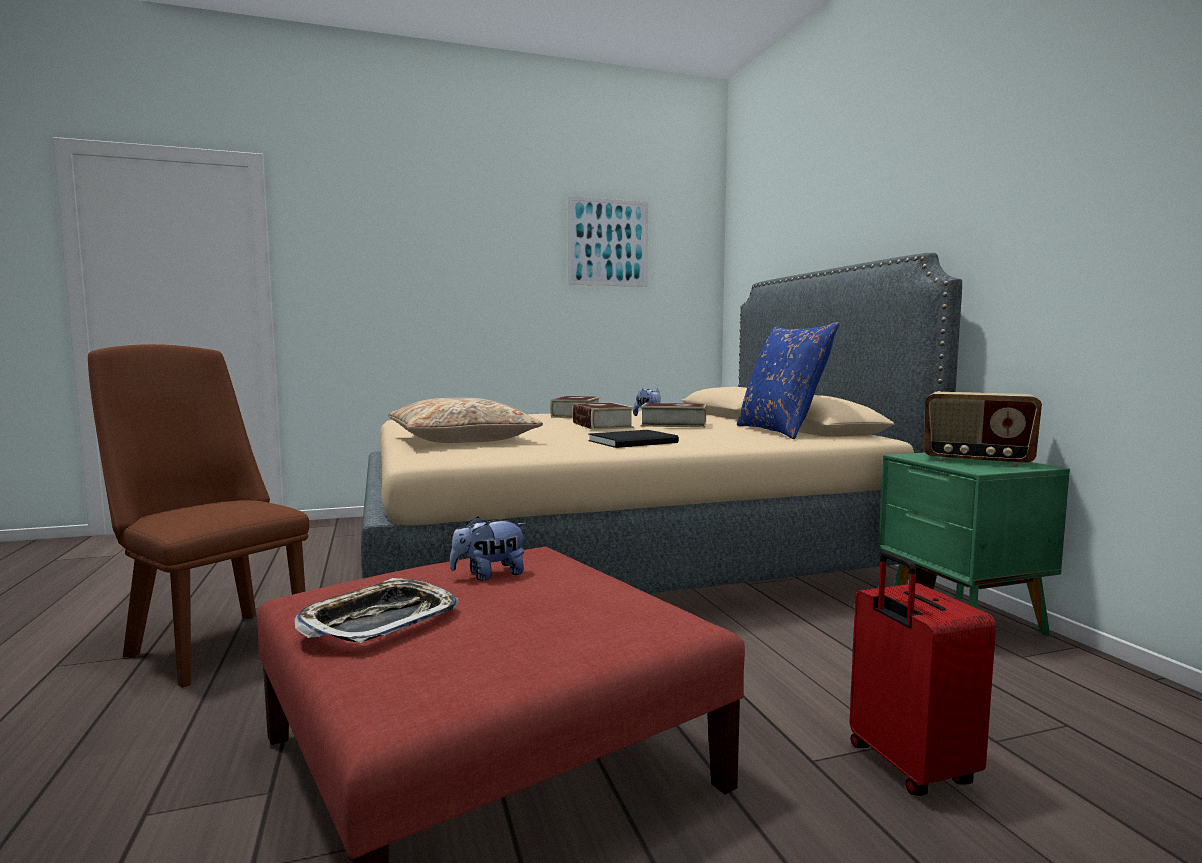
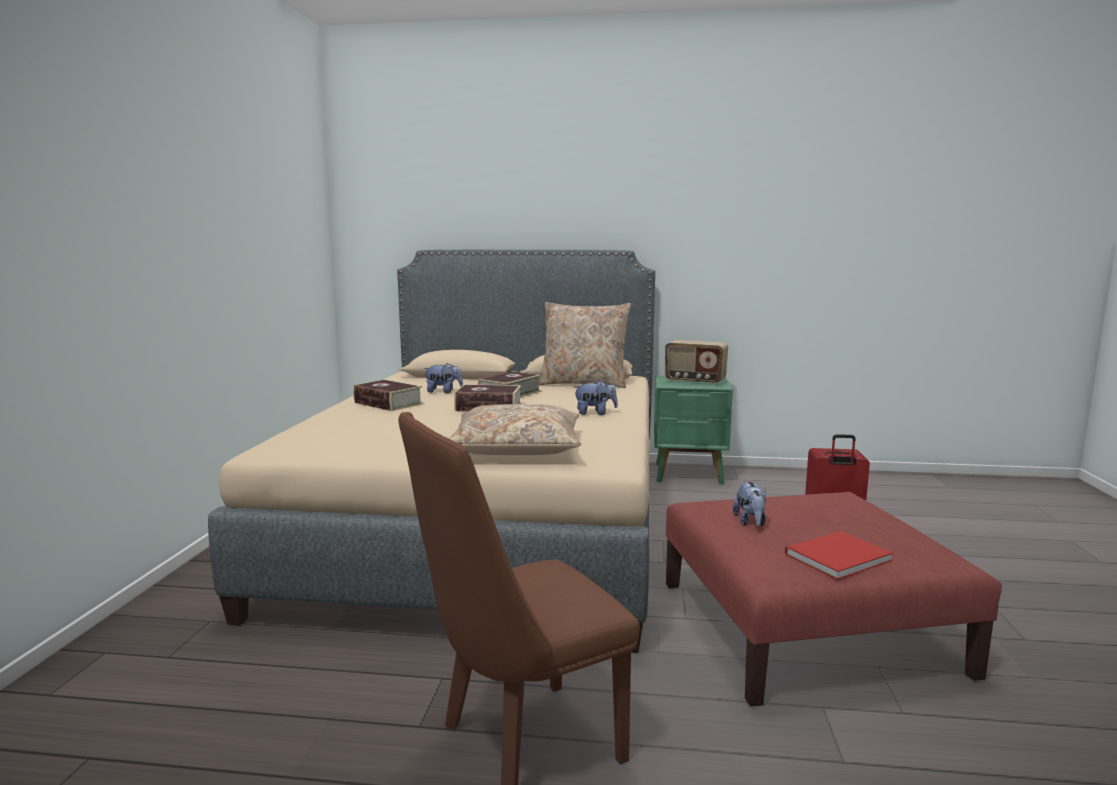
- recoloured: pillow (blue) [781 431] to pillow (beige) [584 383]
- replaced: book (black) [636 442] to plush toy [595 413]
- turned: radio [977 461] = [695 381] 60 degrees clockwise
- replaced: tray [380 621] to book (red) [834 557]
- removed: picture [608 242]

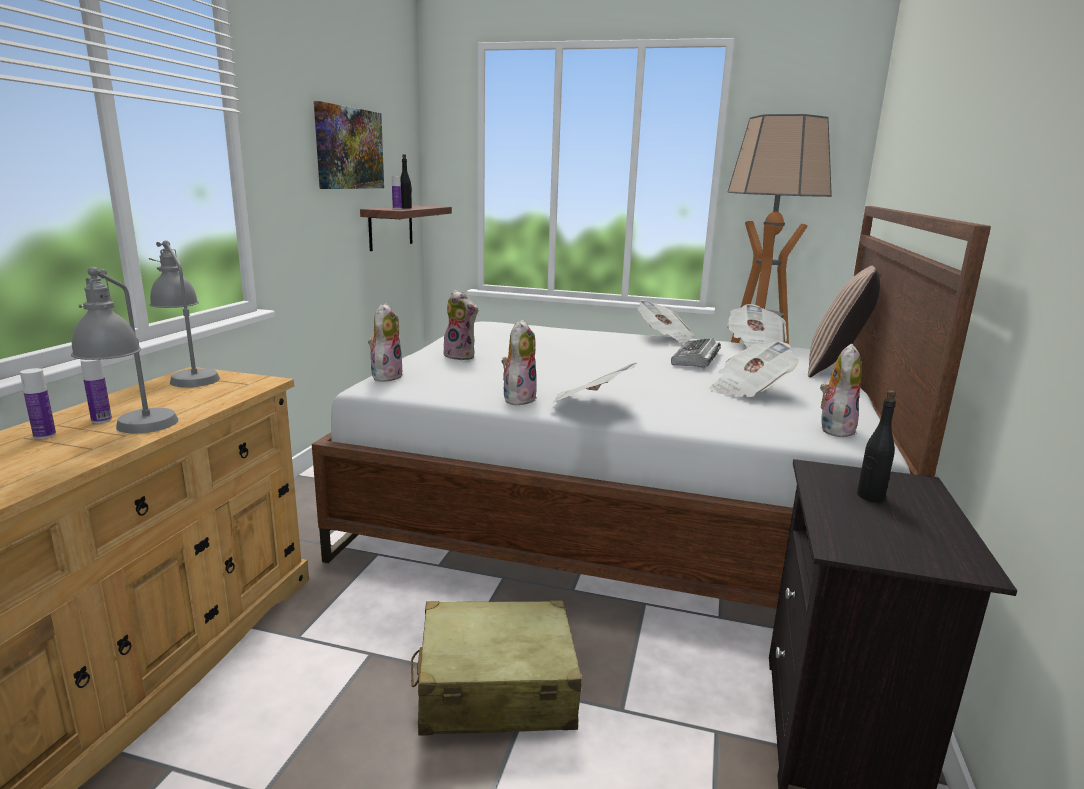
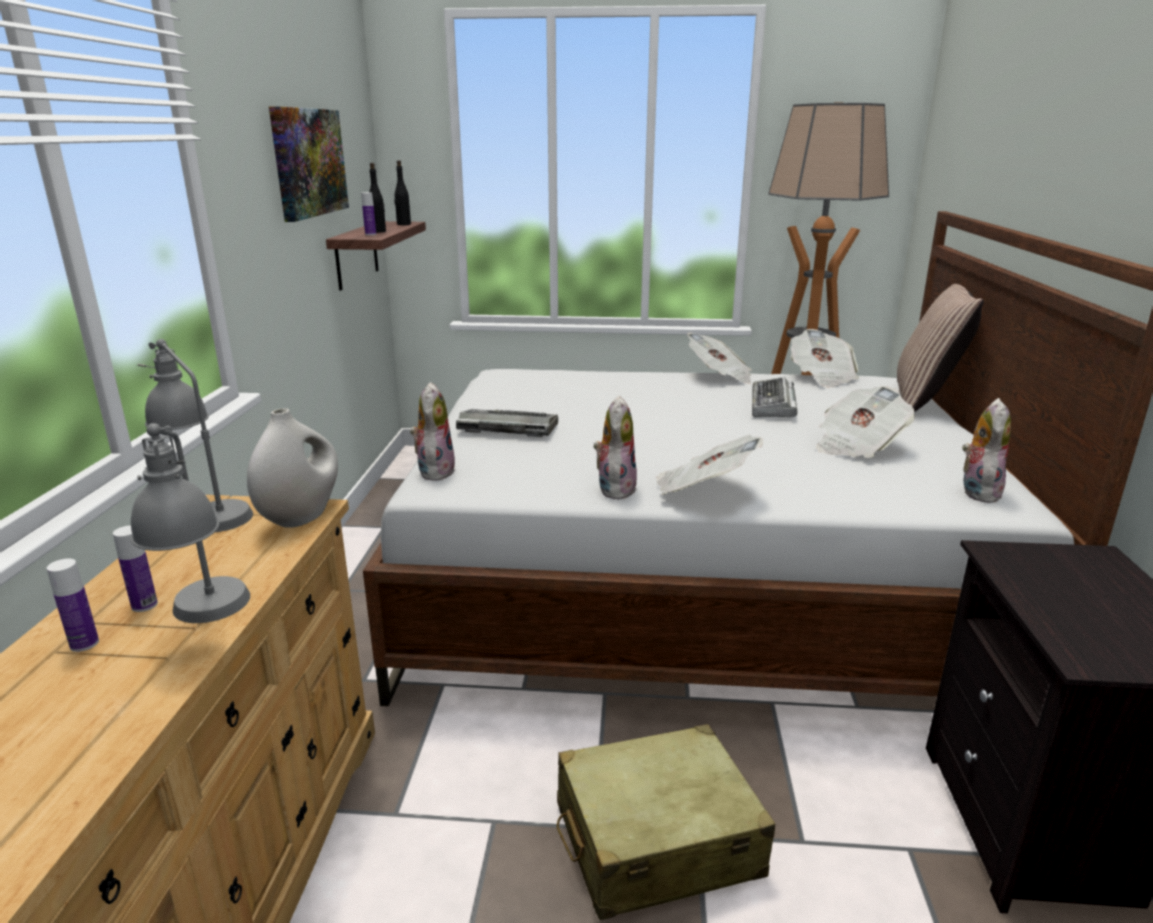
- added: vase (white) [301 516]
- moved: bottle (black) [870 496] to [403 224]
- replaced: plush toy [461 356] to keyboard [506 429]

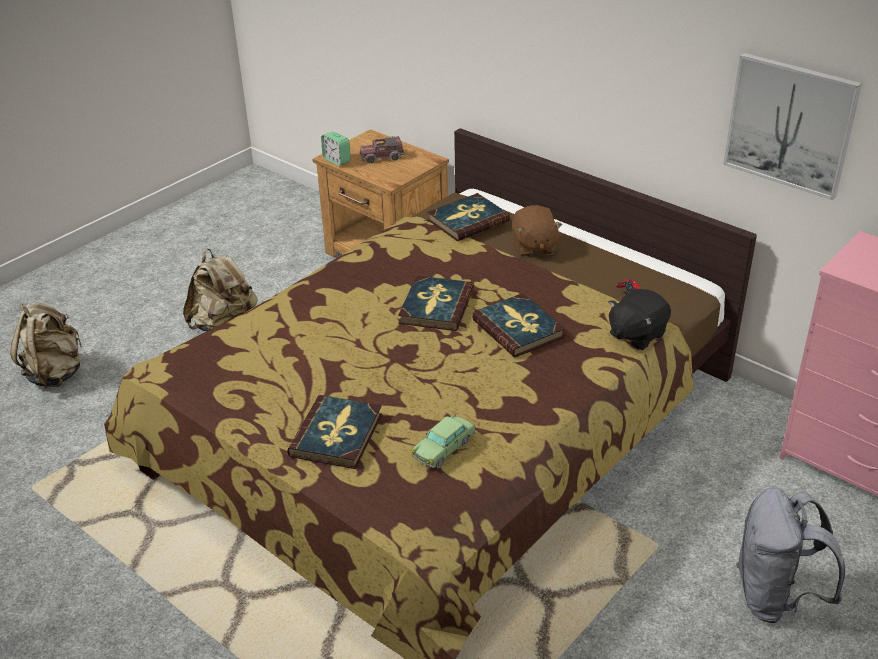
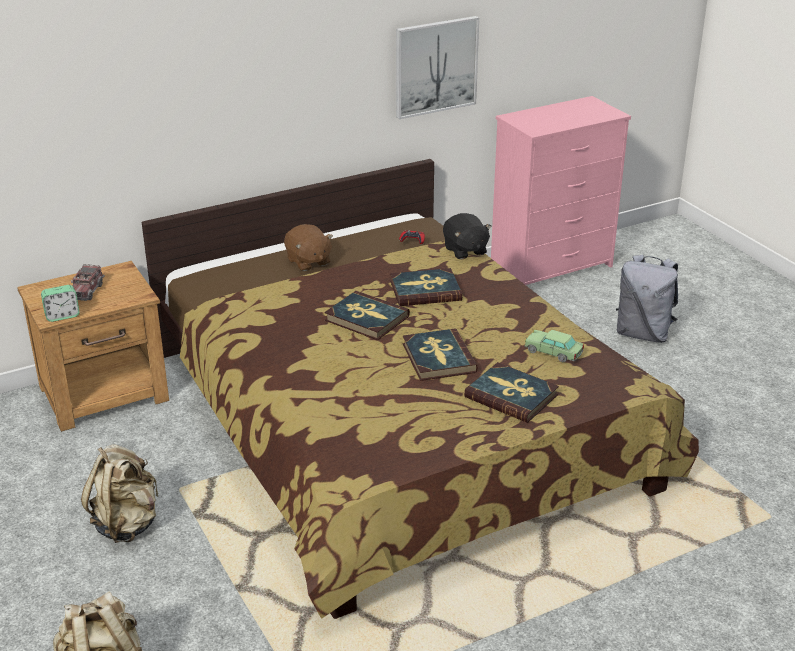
- turned: plush toy (brown) [534 247] = [308 262] 45 degrees clockwise
- moved: book [467 220] to [438 358]
- turned: toy car [444 448] = [553 352] 150 degrees clockwise

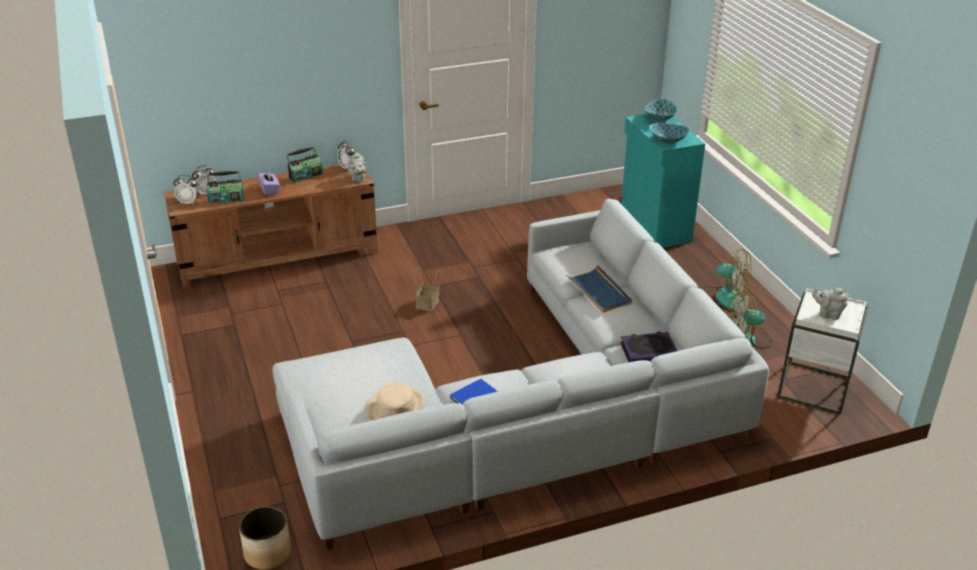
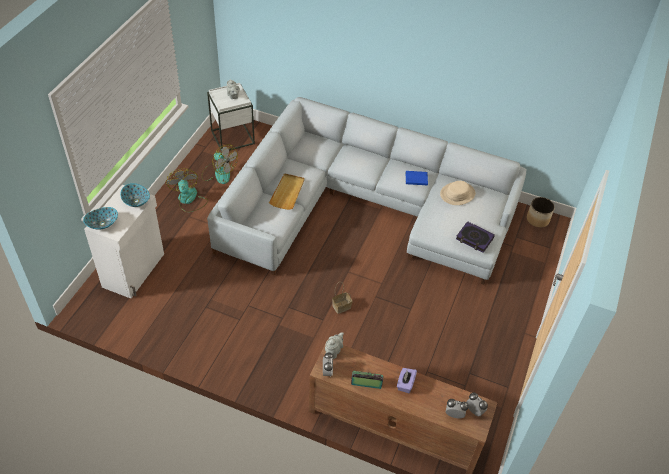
- recoloured: cabinet (turquoise) [654 227] to cabinet (white) [134 270]
- recoloured: tray (blue) [599 292] to tray (beige) [287 192]
- moved: book [648 352] to [474 239]
- removed: radio [226 199]

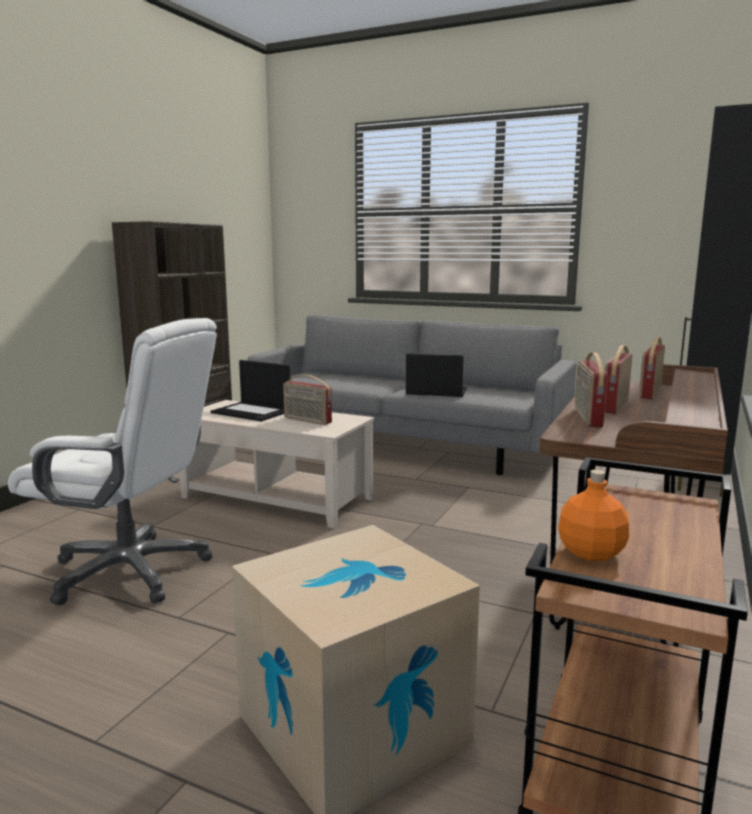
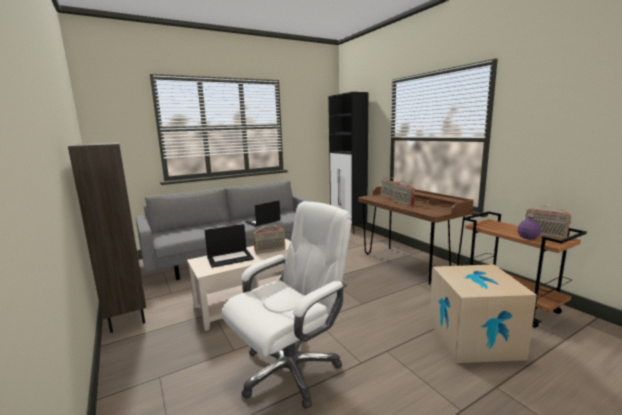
- recoloured: bottle (orange) [592 553] to bottle (purple) [528 237]
- moved: radio [587 417] to [544 235]

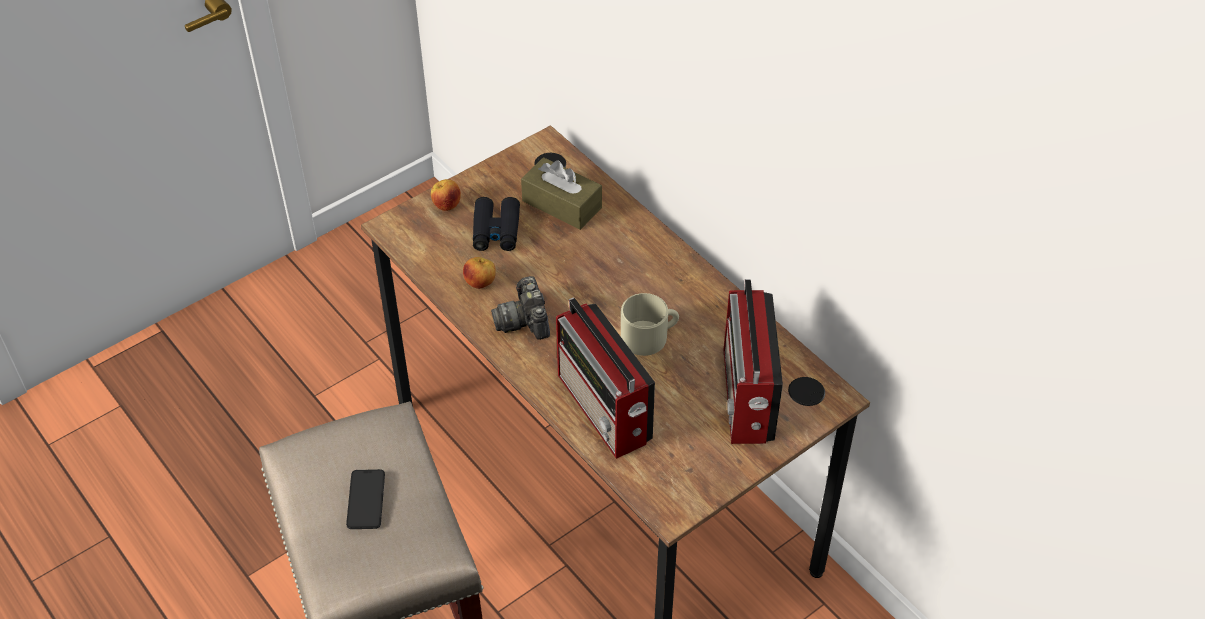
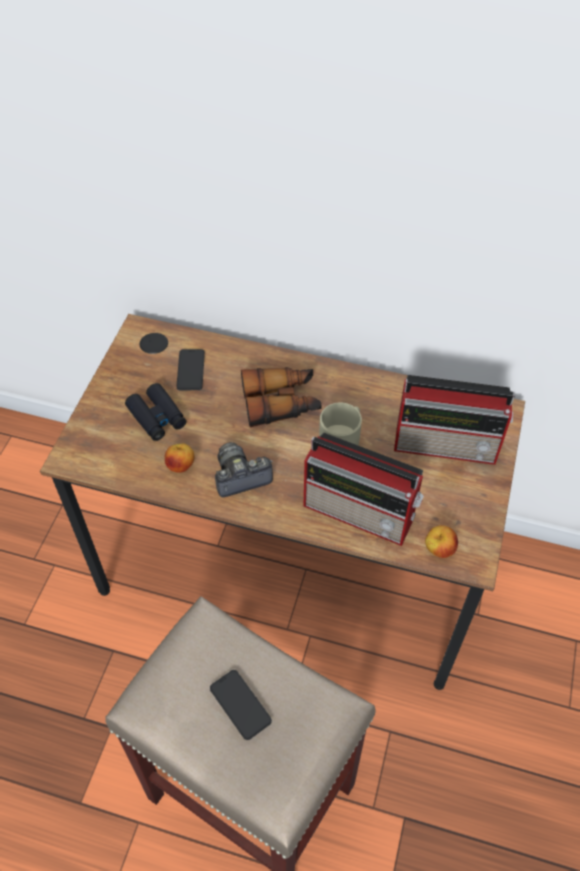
- replaced: tissue box (brown) [562 204] to phone [190 370]
- turned: photo camera [524 320] = [240 477] 120 degrees clockwise
- added: binoculars [281 402]
- turned: radio [746 398] = [448 445] 45 degrees counterclockwise
- moved: apple [446 206] to [439 549]

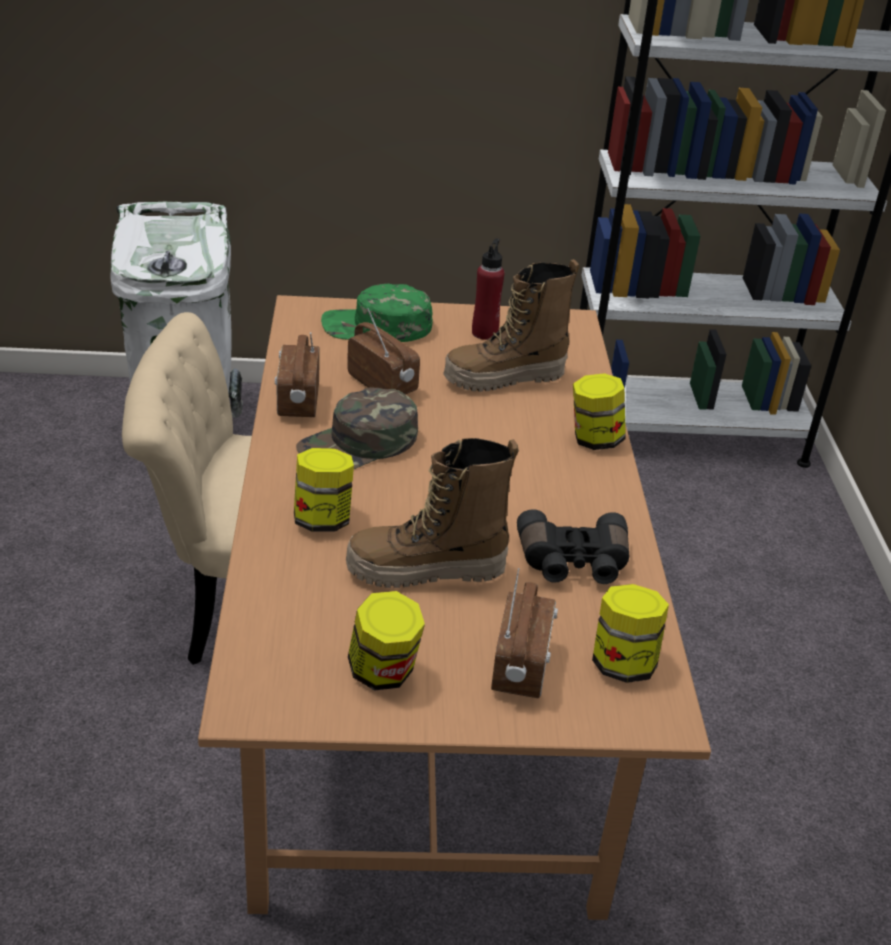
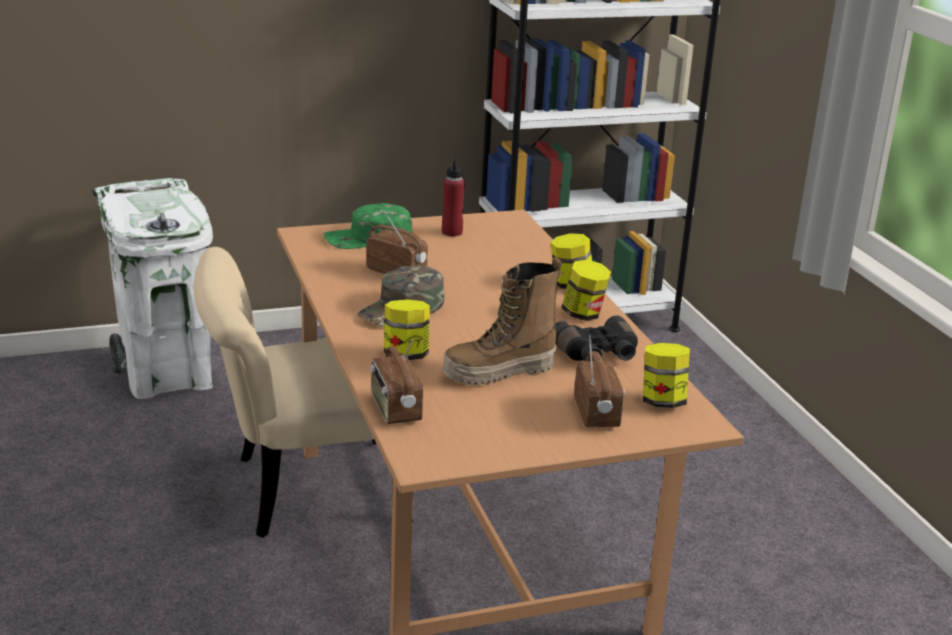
- moved: radio [297 402] to [395 410]
- moved: jar [383 672] to [583 314]
- removed: boot [504 378]

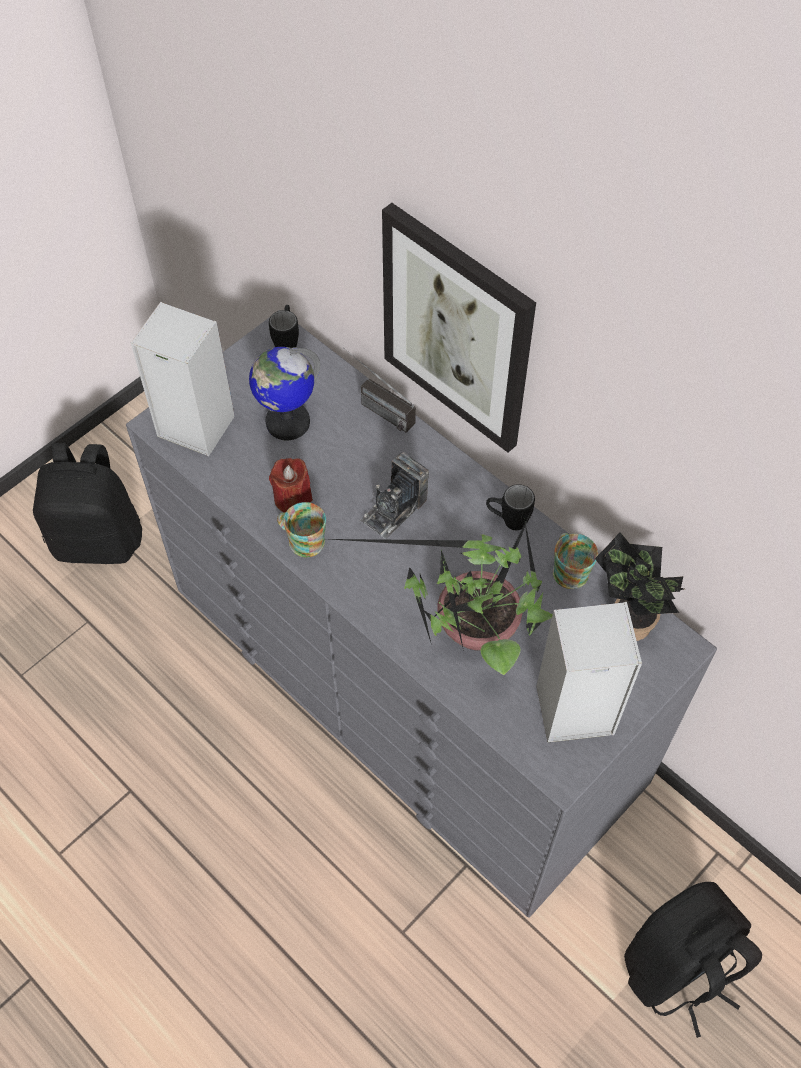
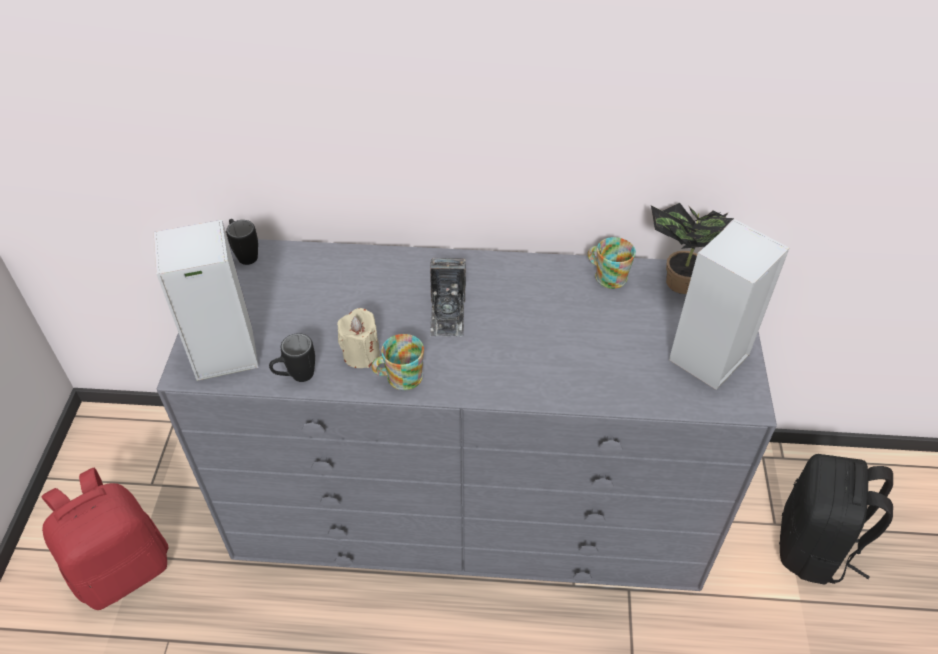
- recoloured: backpack (black) [99 539] to backpack (red) [123 568]
- moved: mug (black) [507 521] to [296 377]
- recoloured: candle (red) [292 498] to candle (beige) [361 354]
- removed: globe [287 422]
- removed: potted plant [471 627]
- removed: radio [374 407]
- removed: picture [457 329]

